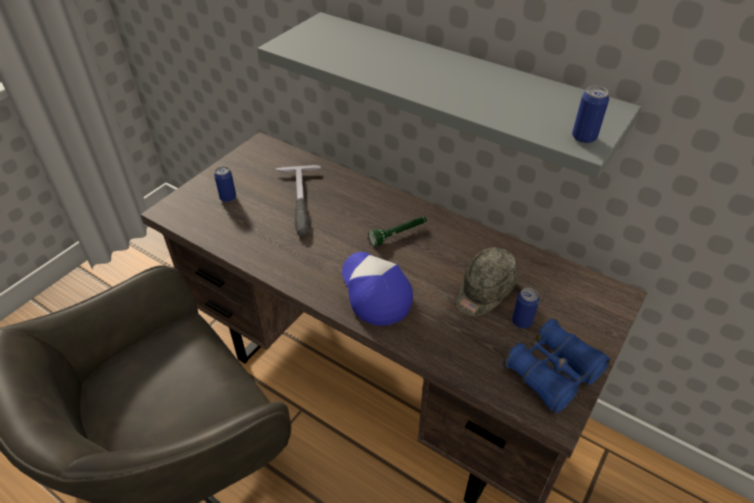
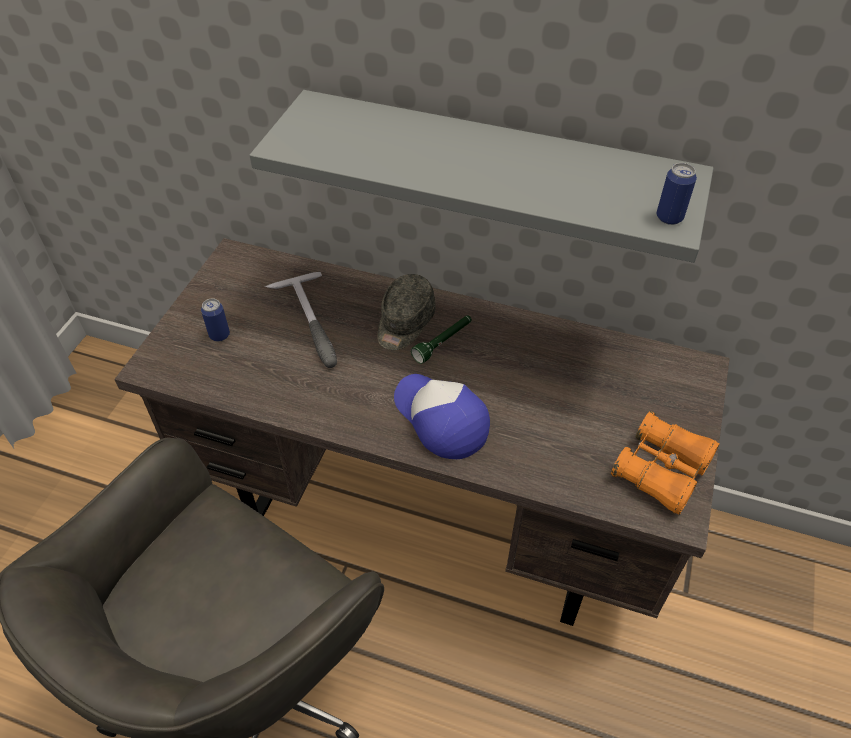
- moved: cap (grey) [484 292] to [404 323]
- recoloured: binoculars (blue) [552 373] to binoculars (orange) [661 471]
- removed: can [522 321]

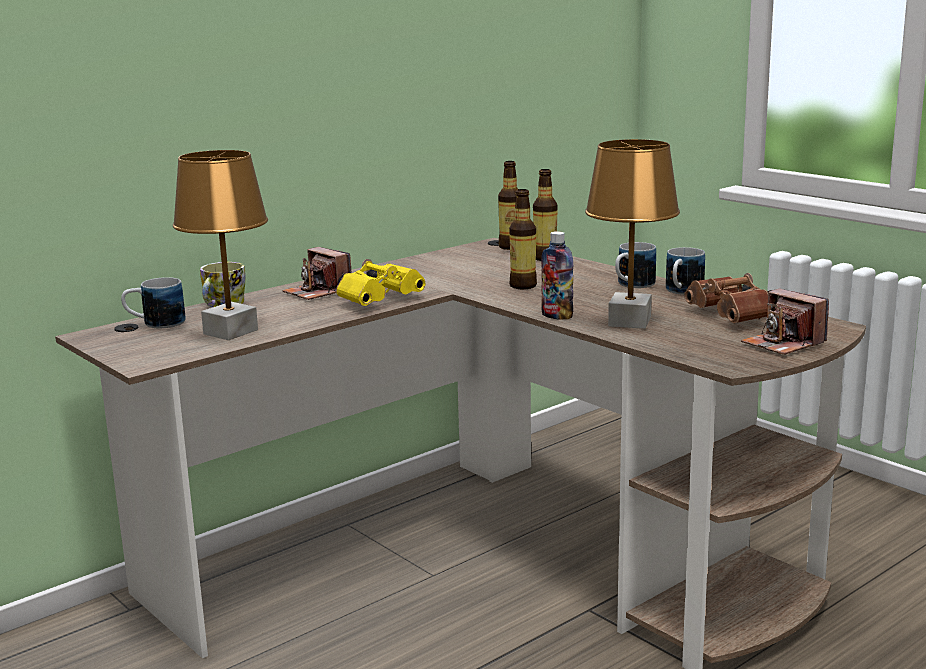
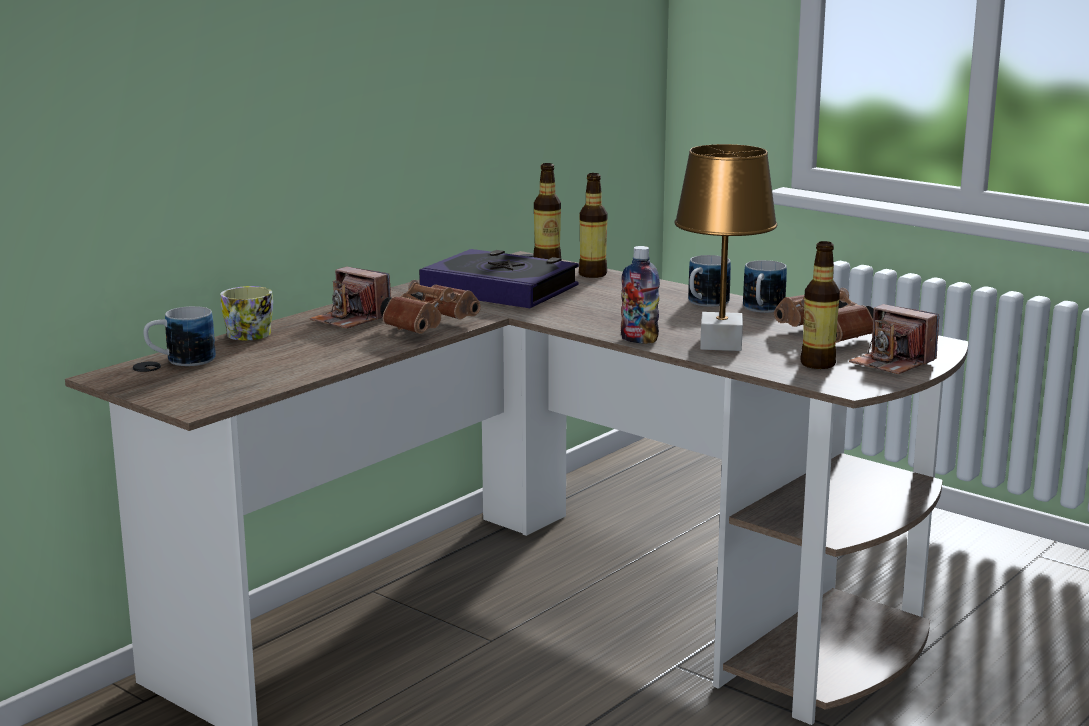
- recoloured: binoculars (yellow) [380 300] to binoculars (brown) [430 327]
- added: book [500 289]
- moved: bottle [523 286] to [818 364]
- removed: table lamp (brown) [230 332]

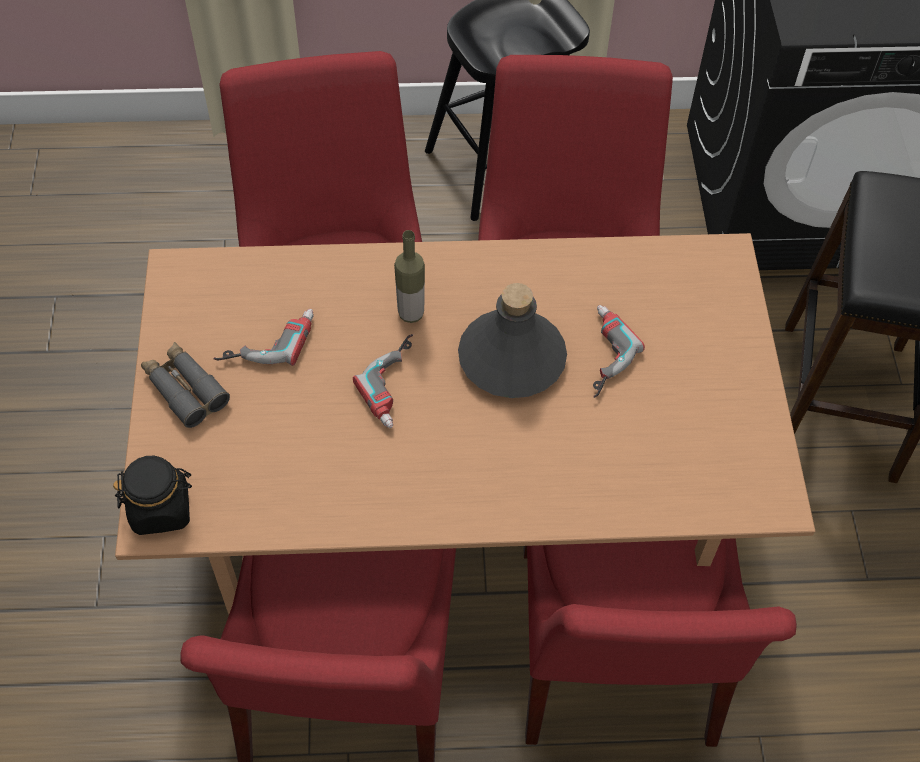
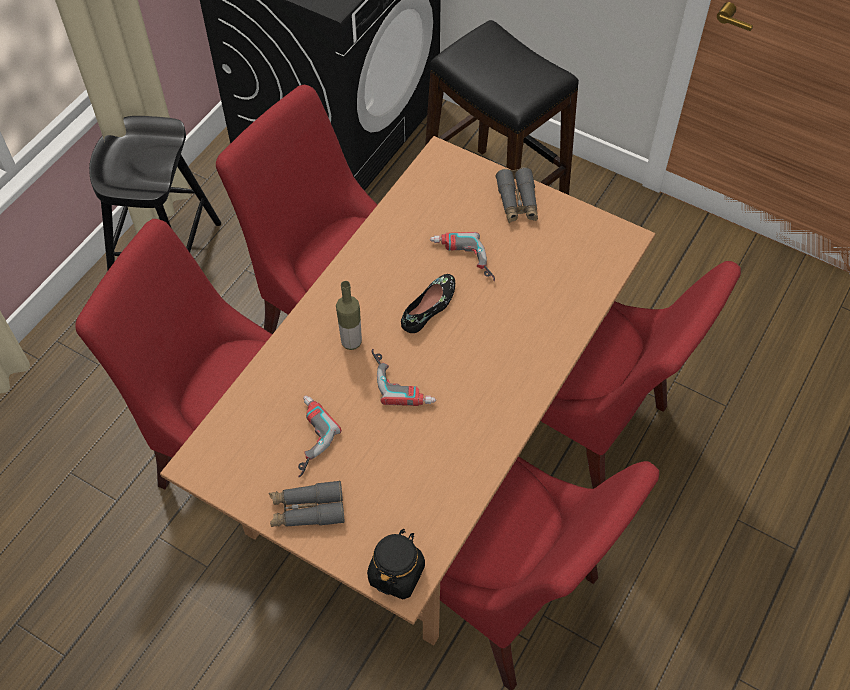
- replaced: bottle (grey) [511 358] to shoe (black) [429 307]
- added: binoculars (grey) [517 202]

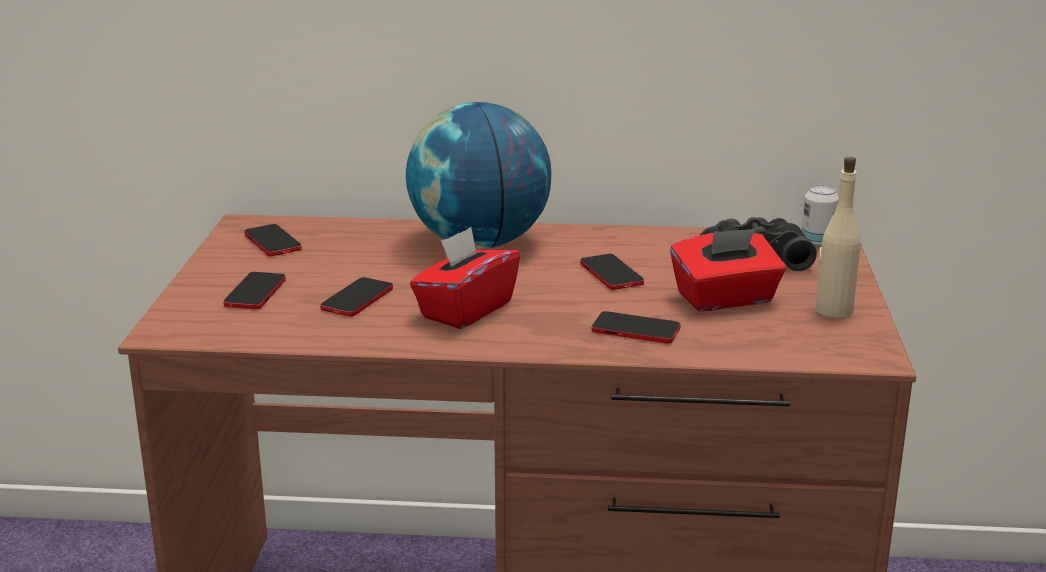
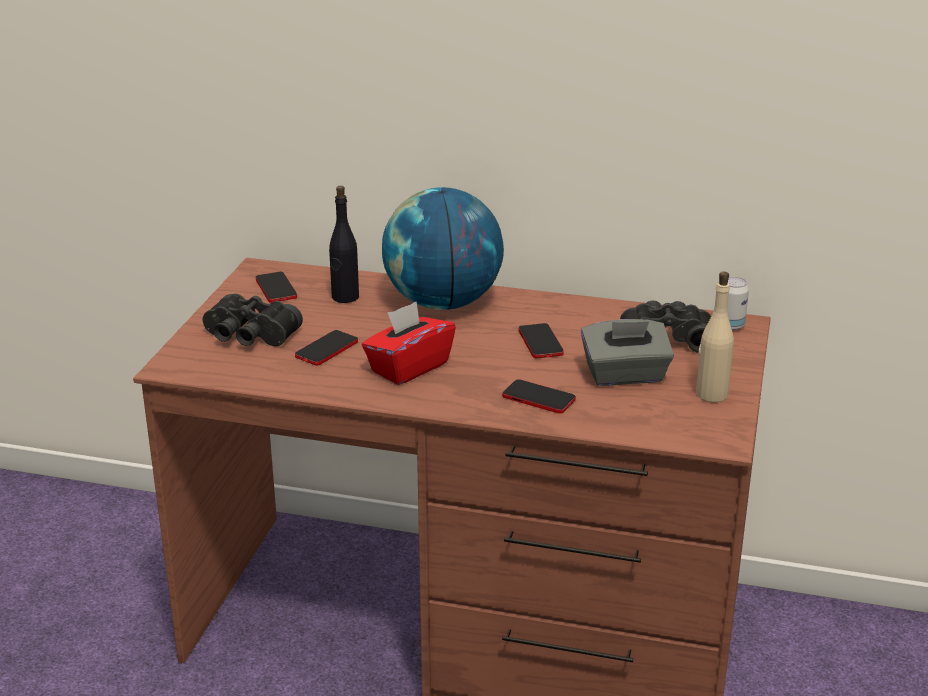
- replaced: phone [255 292] to binoculars (black) [249 336]
- added: bottle (black) [345 297]
- recoloured: tissue box (red) [725 299] to tissue box (grey) [625 375]

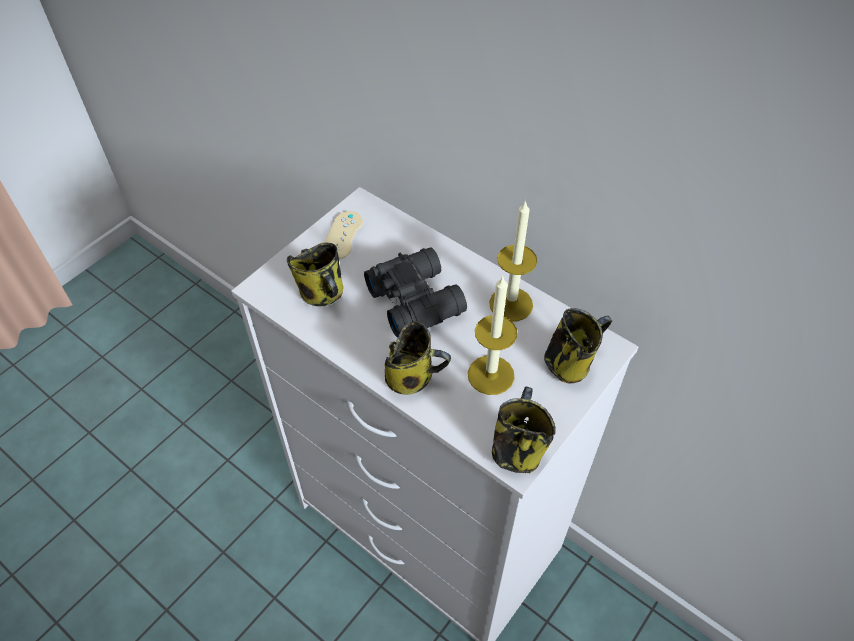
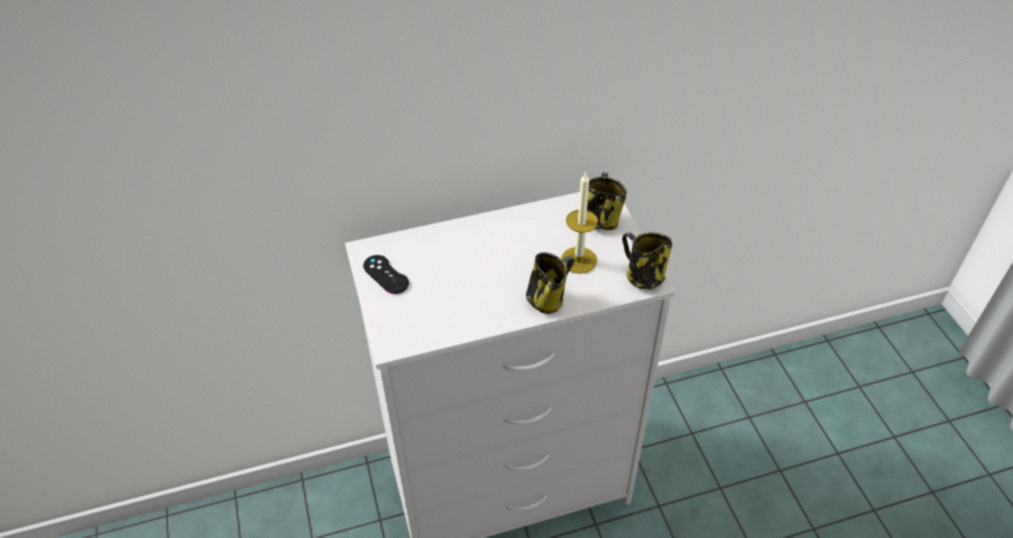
- recoloured: game controller (beige) [342 235] to game controller (black) [386 274]
- removed: mug [323 294]
- removed: binoculars (black) [416 299]
- removed: candle [511 304]

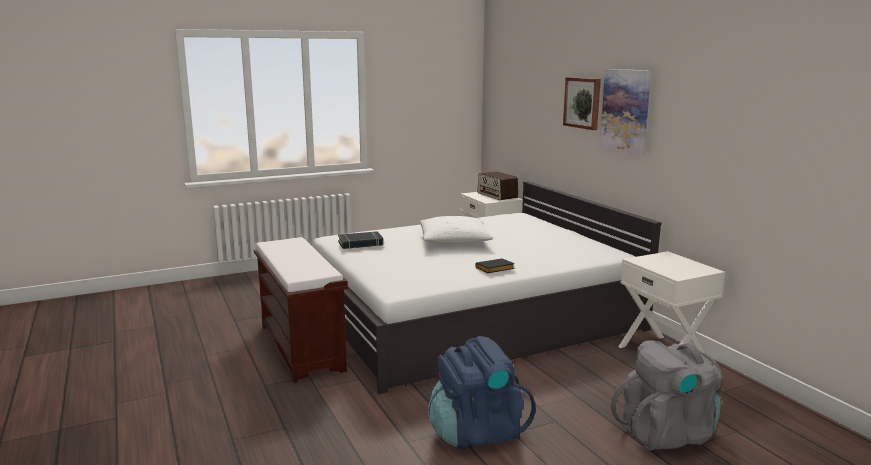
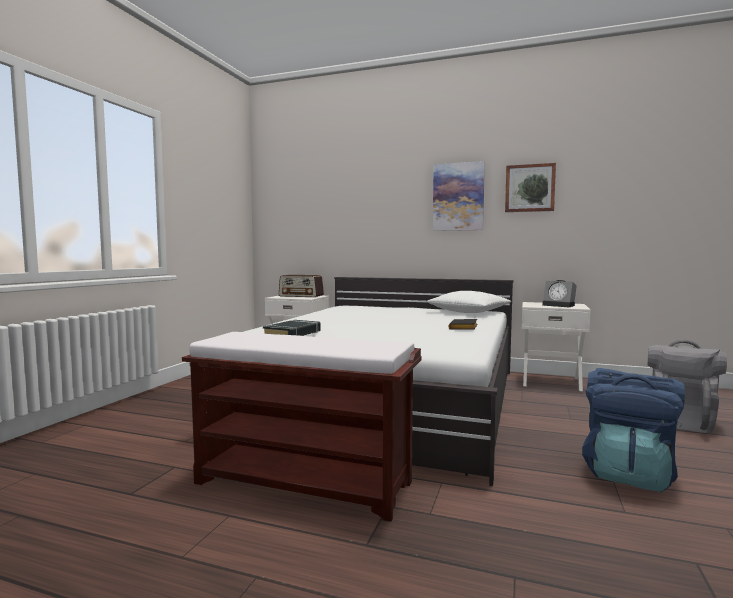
- moved: pillow (white) [454 241] to [469 312]
- moved: picture [583 103] to [529 188]
- added: alarm clock [560 305]

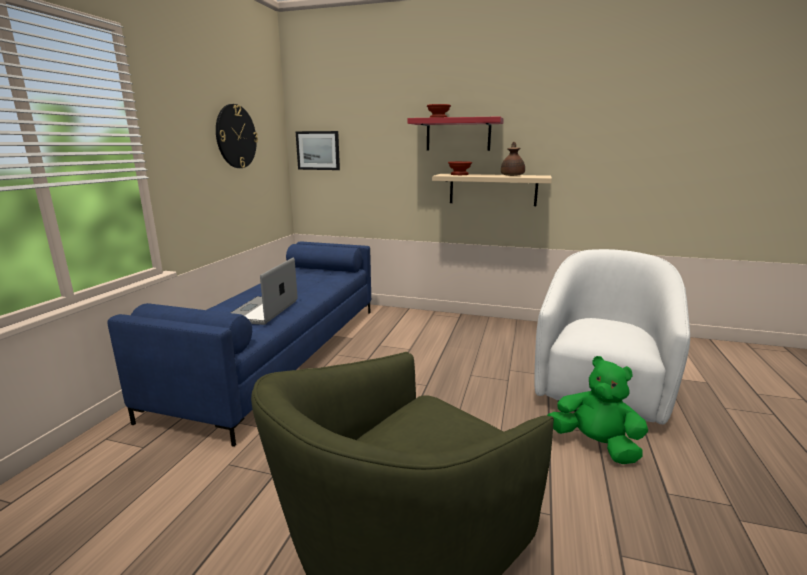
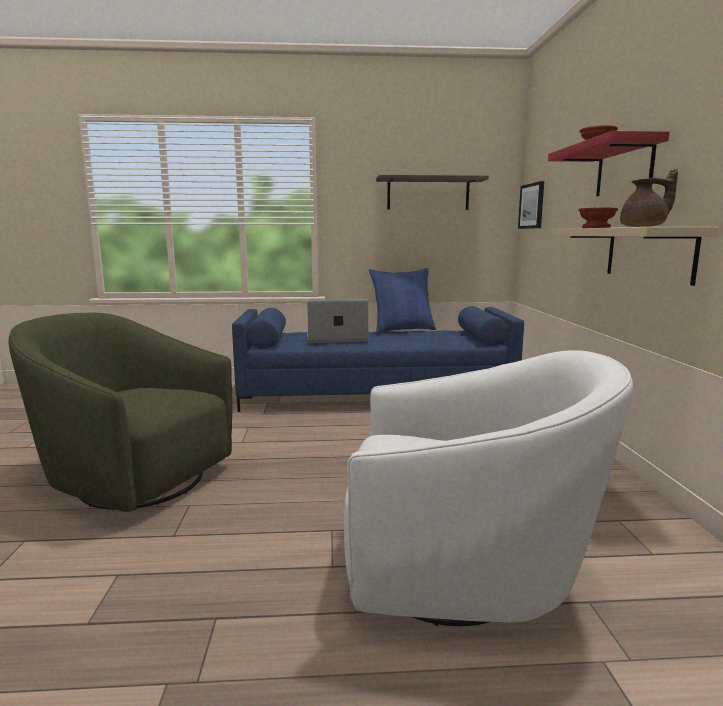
- added: pillow (blue) [402 330]
- replaced: wall clock [236 136] to shelf [428 193]
- removed: plush toy (green) [595 445]

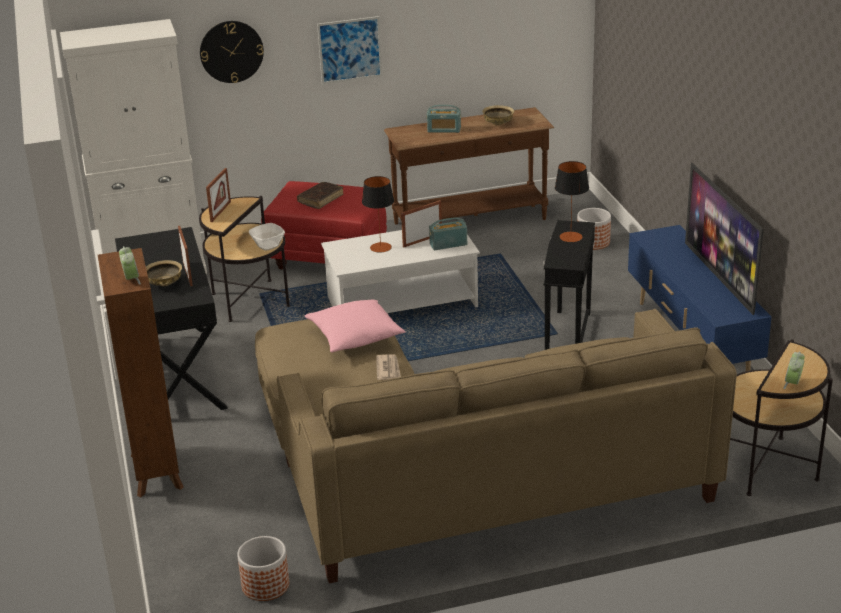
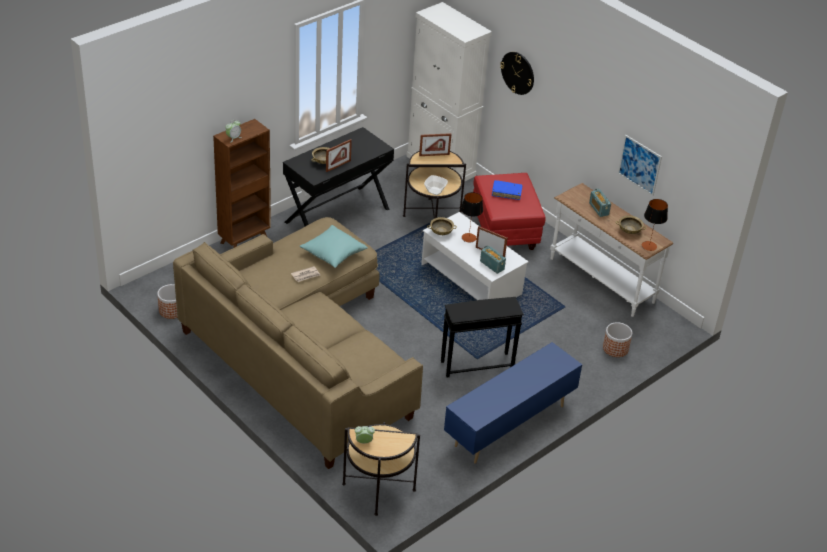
- recoloured: pillow (pink) [355 337] to pillow (turquoise) [333 253]
- added: bowl (beige) [441 232]
- recoloured: book (brown) [320 199] to book (blue) [506 192]
- recoloured: console table (brown) [470 222] to console table (white) [600 281]
- moved: picture [350 50] to [639 165]
- moved: table lamp [570 237] to [649 246]
- removed: television [720 277]

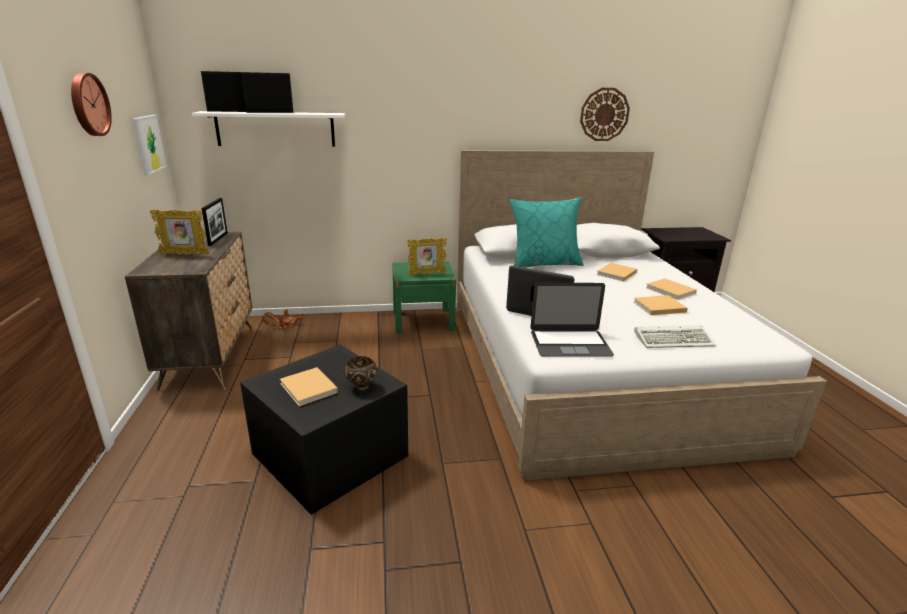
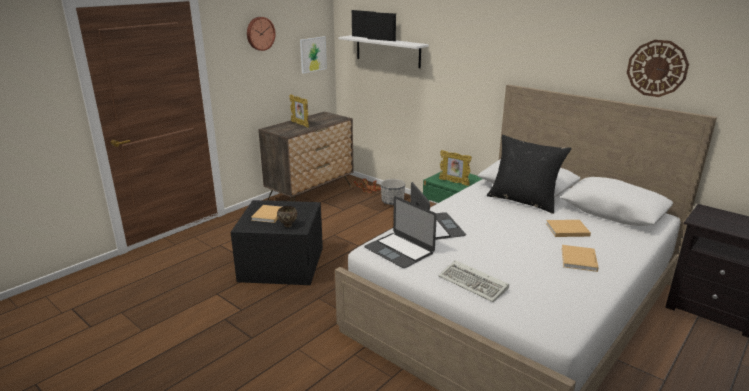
- added: planter [392 202]
- recoloured: pillow (turquoise) [544 264] to pillow (black) [523 201]
- removed: picture frame [218 239]
- removed: book (beige) [658 307]

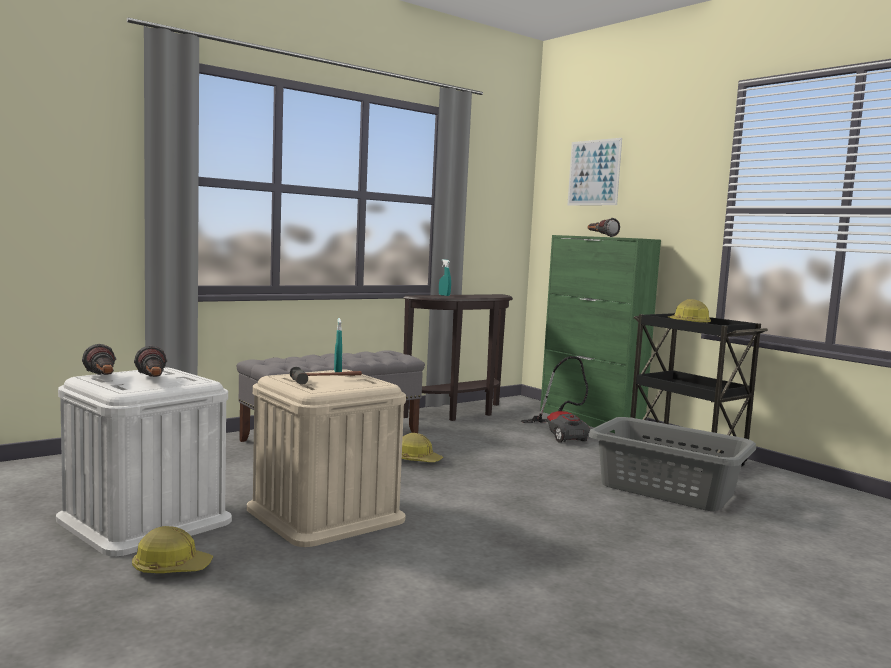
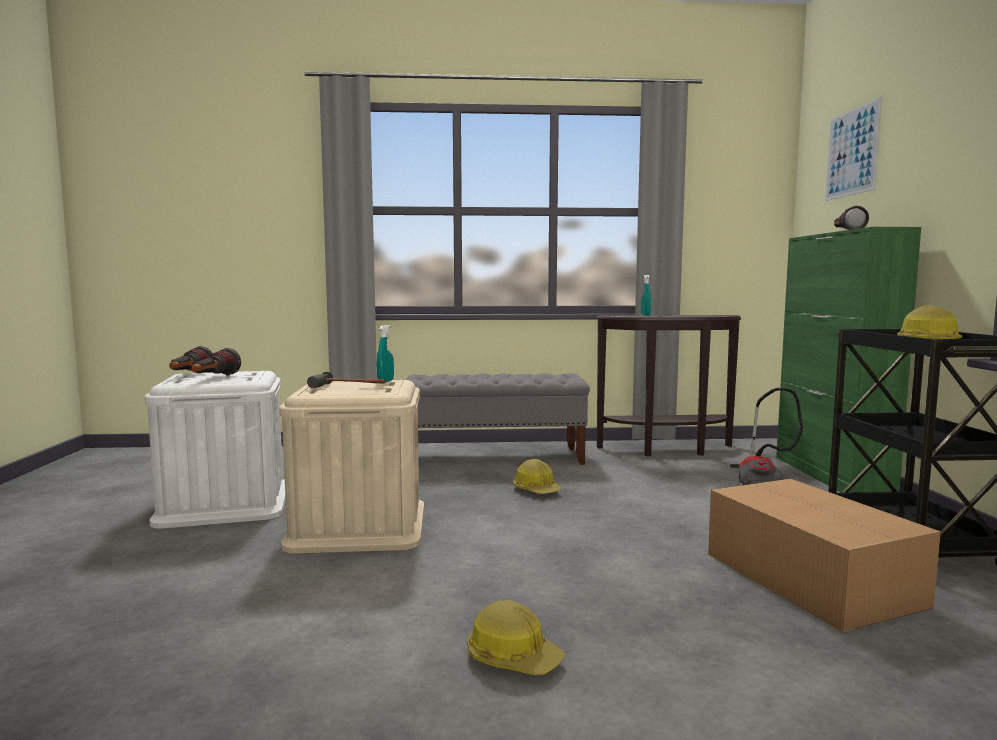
- moved: hard hat [171 567] to [513 657]
- replaced: laundry basket (grey) [666 489] to cardboard box [809 577]

